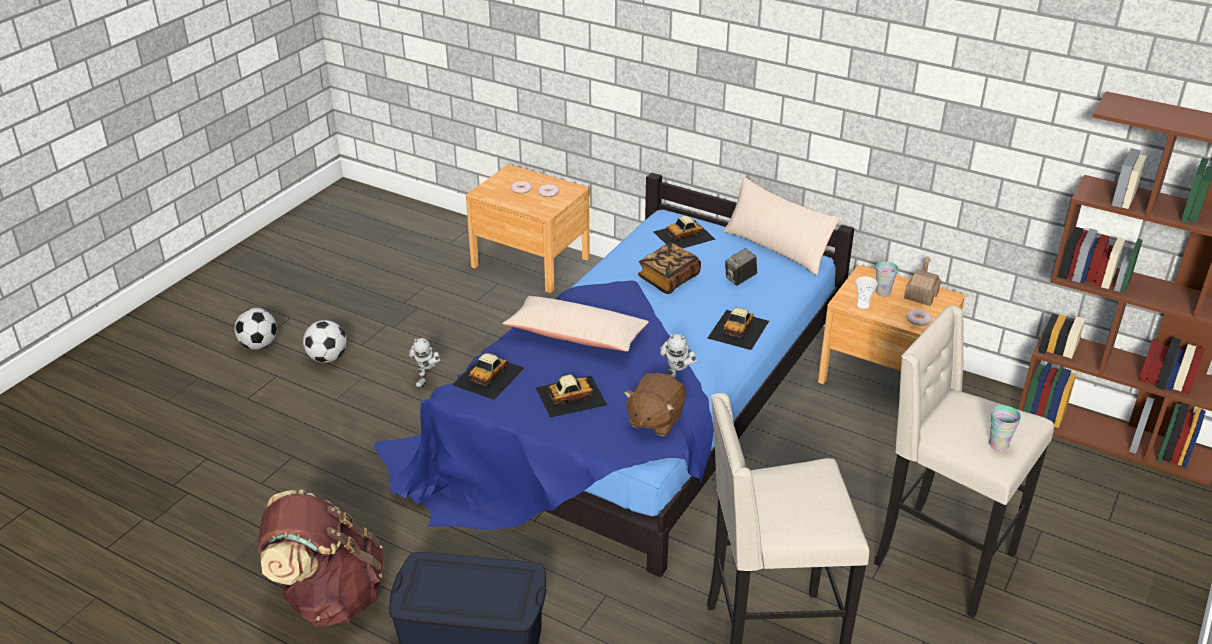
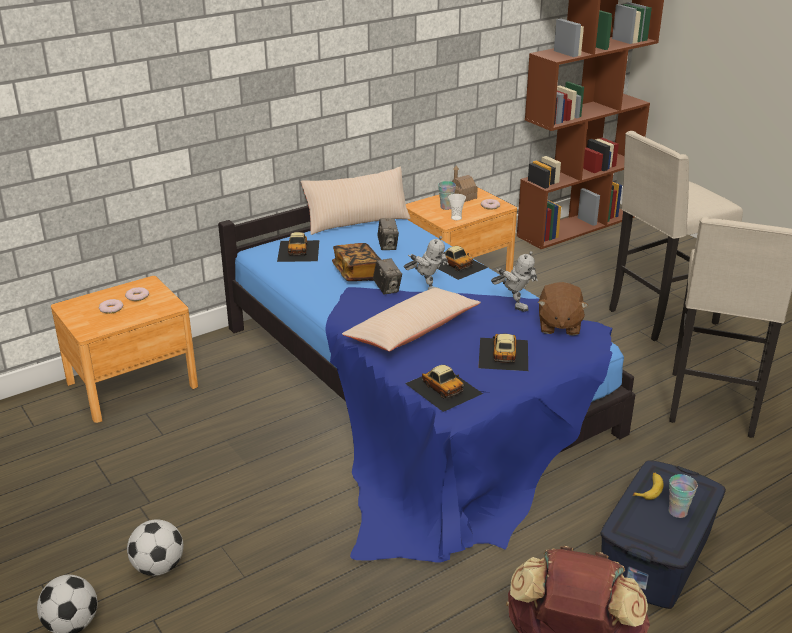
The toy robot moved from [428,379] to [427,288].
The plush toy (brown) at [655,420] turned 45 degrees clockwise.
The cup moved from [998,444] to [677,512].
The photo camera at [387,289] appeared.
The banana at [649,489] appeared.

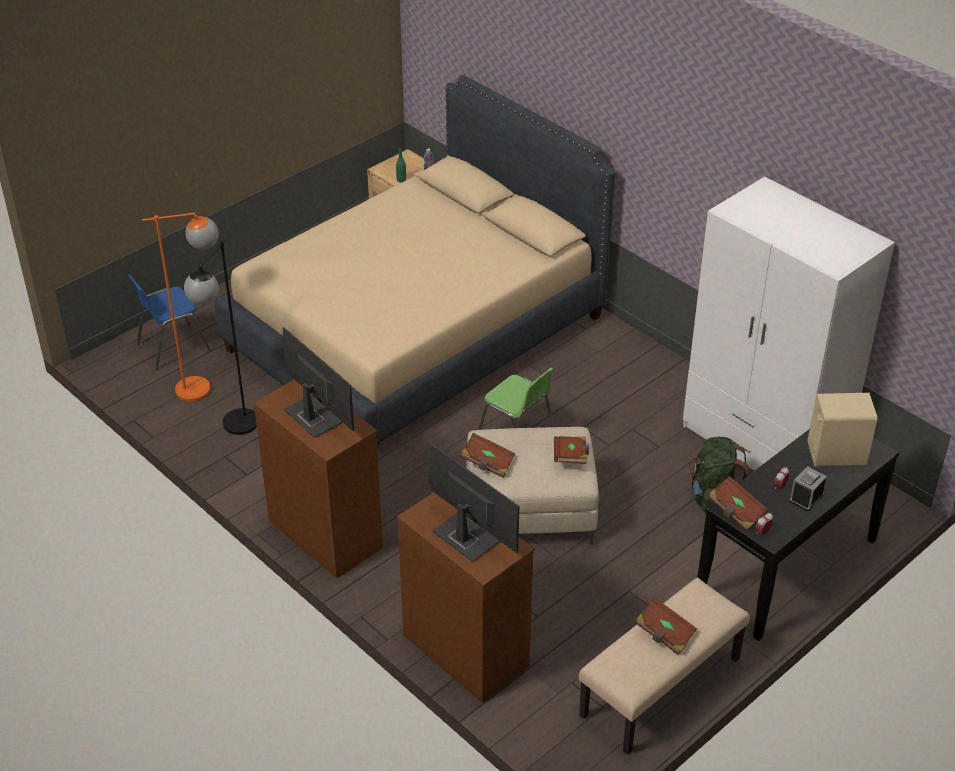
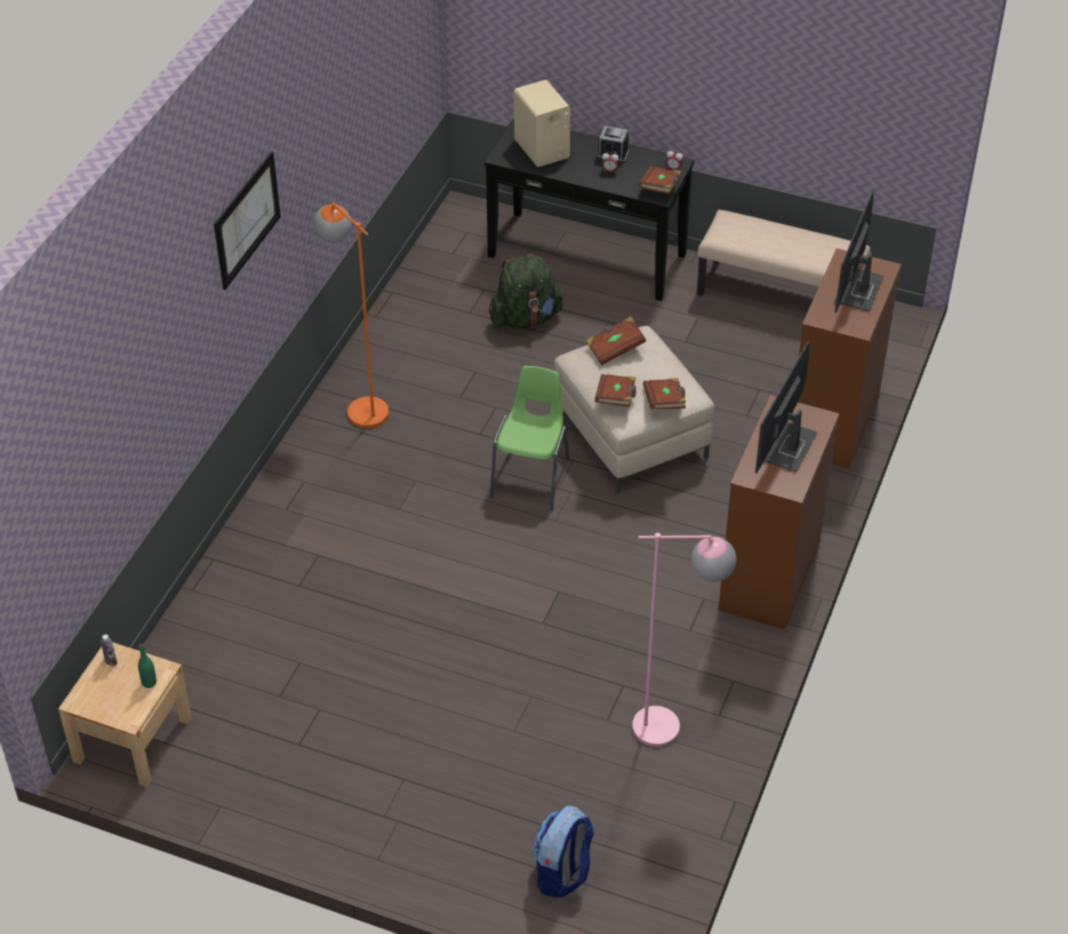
The chair (blue) at [172,347] was replaced by the backpack at [563,873].
The floor lamp (orange) moved from [206,388] to [359,405].
The floor lamp (black) at [234,431] became the floor lamp (pink) at [673,727].
The bed (beige) at [417,333] disappeared.
The book (brown) moved from [664,634] to [616,398].
The wardrobe (white) at [763,444] disappeared.
The picture at [247,220] appeared.

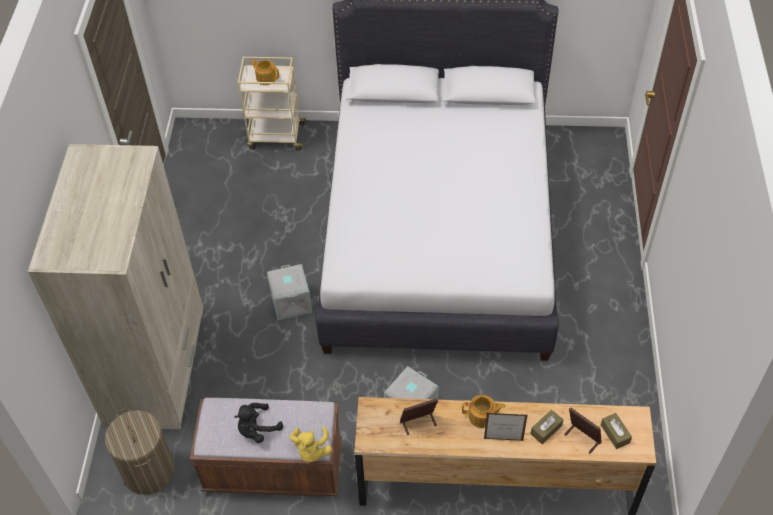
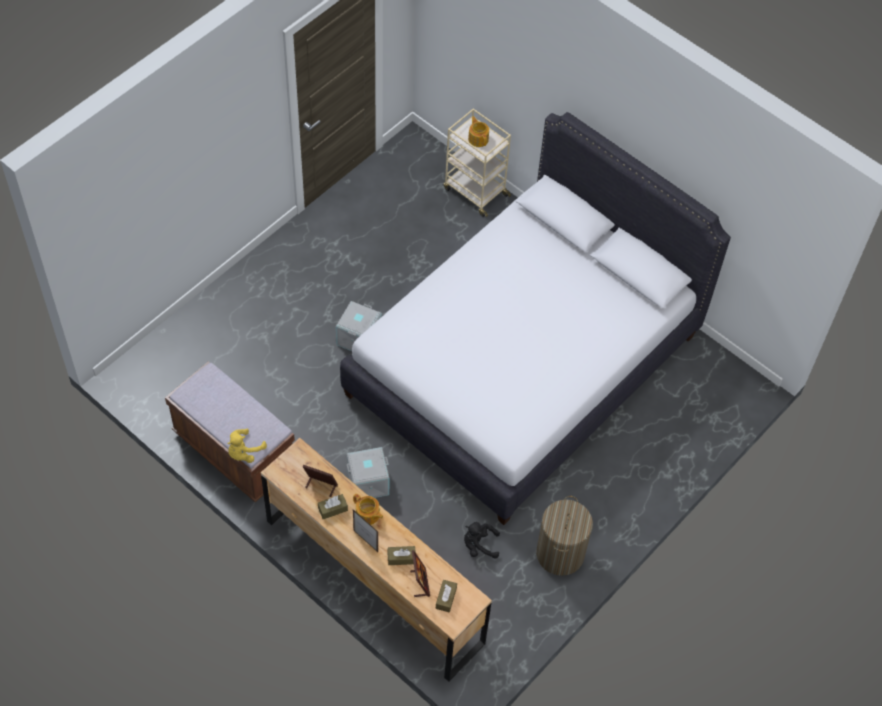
The wardrobe (beige) at [157,367] disappeared.
The laundry basket moved from [148,471] to [560,553].
The plush toy (black) moved from [257,429] to [479,545].
The tissue box (brown) at [332,509] appeared.

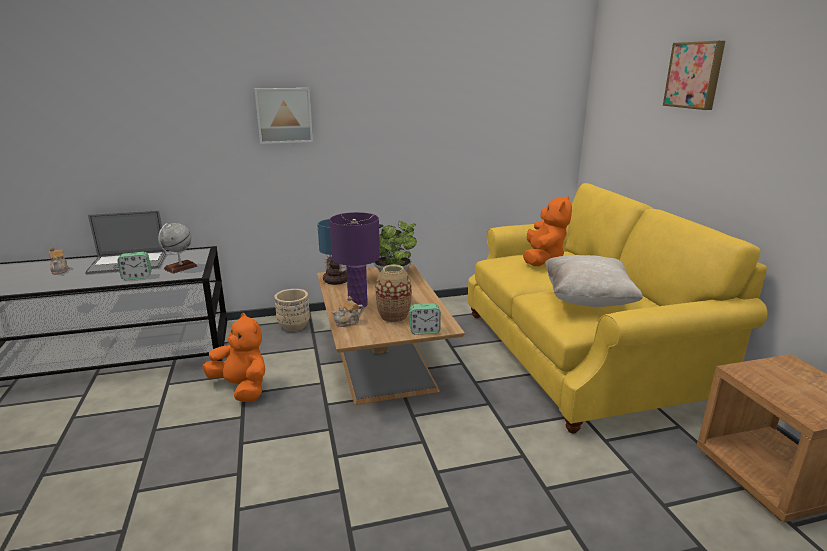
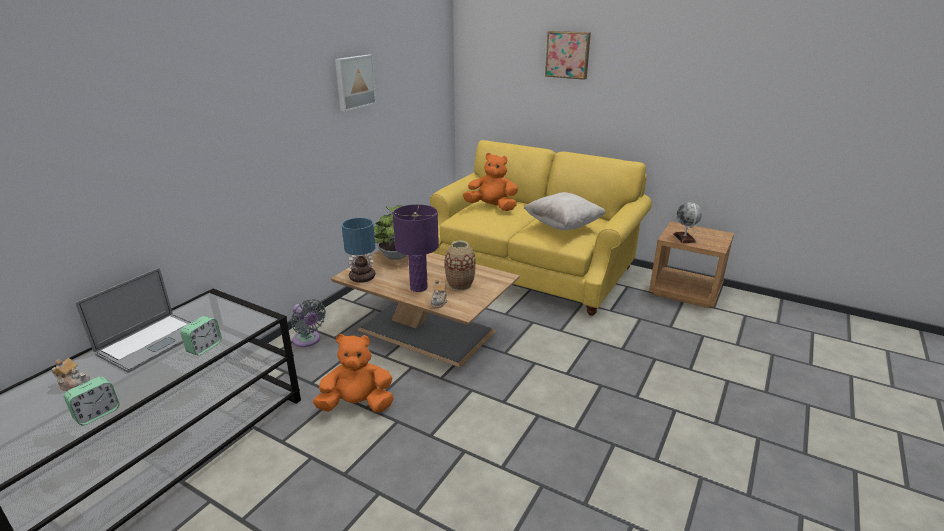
The globe moved from [180,267] to [684,238].
The picture moved from [284,115] to [354,82].
The planter (beige) at [294,326] was replaced by the fan (grey) at [308,340].
The alarm clock moved from [424,331] to [97,414].
The plush toy (orange) at [542,259] turned 45 degrees counterclockwise.

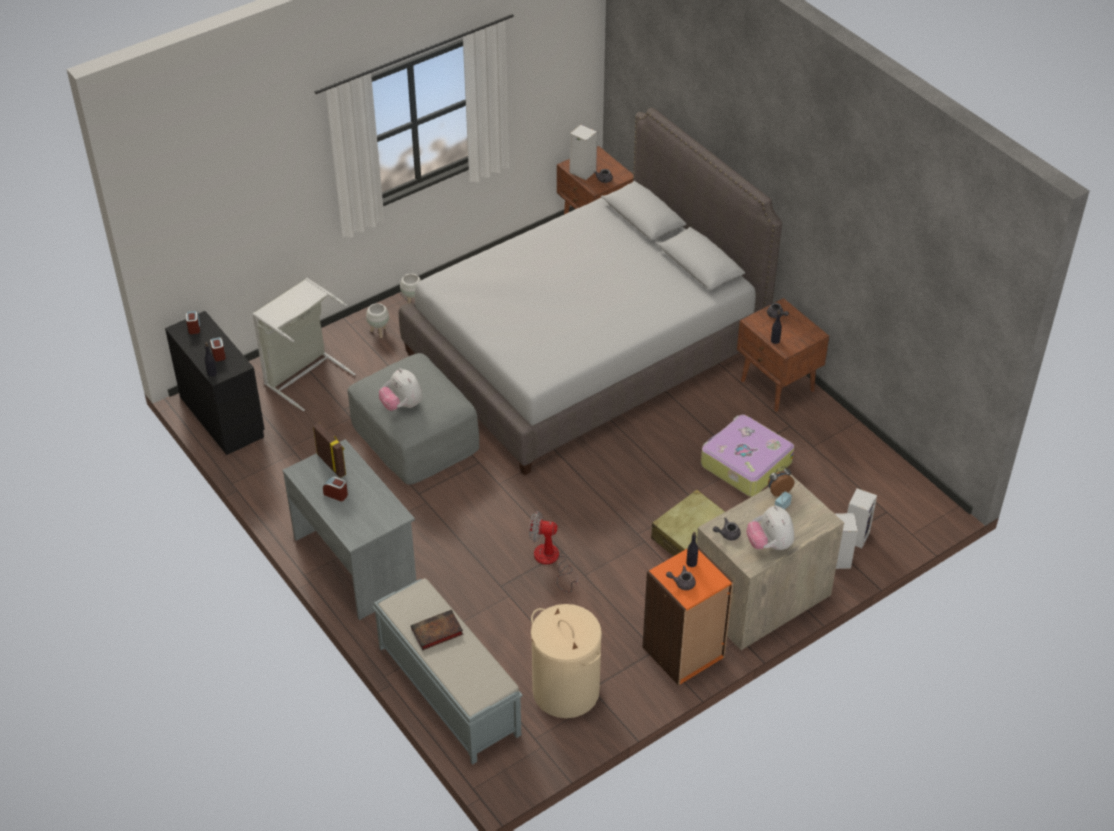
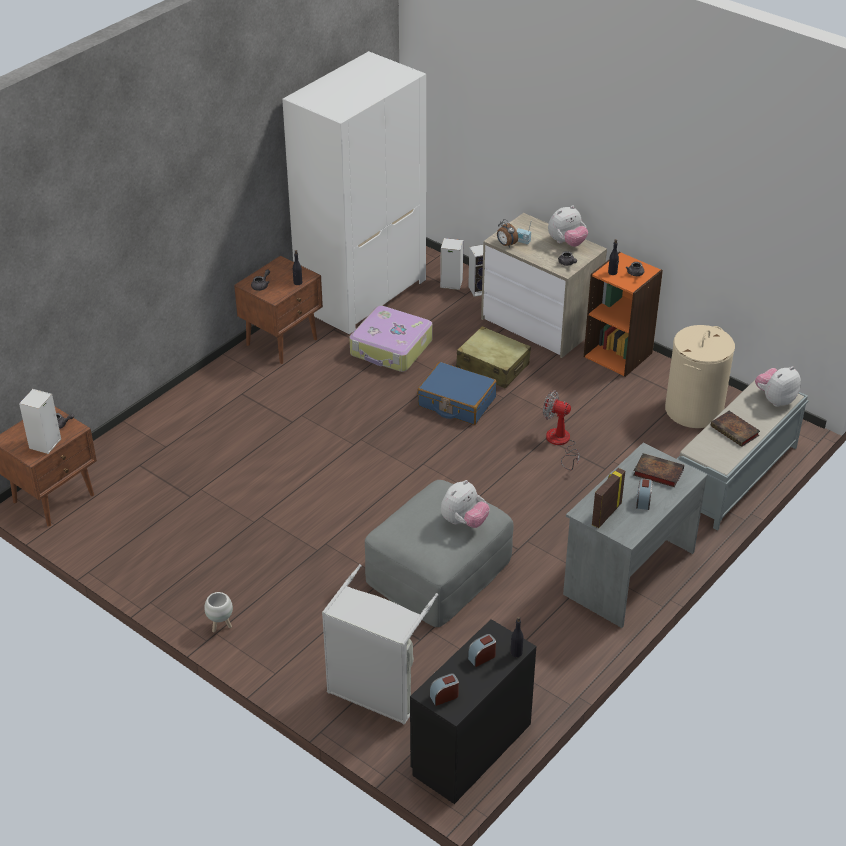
The planter (white) at [379,332] disappeared.
The bed (grey) at [586,351] disappeared.
The fan at [551,561] turned 120 degrees clockwise.
The wardrobe (white) at [361,293] appeared.
The suitcase (blue) at [456,402] appeared.
The book at [657,472] appeared.
The plush toy at [775,399] appeared.

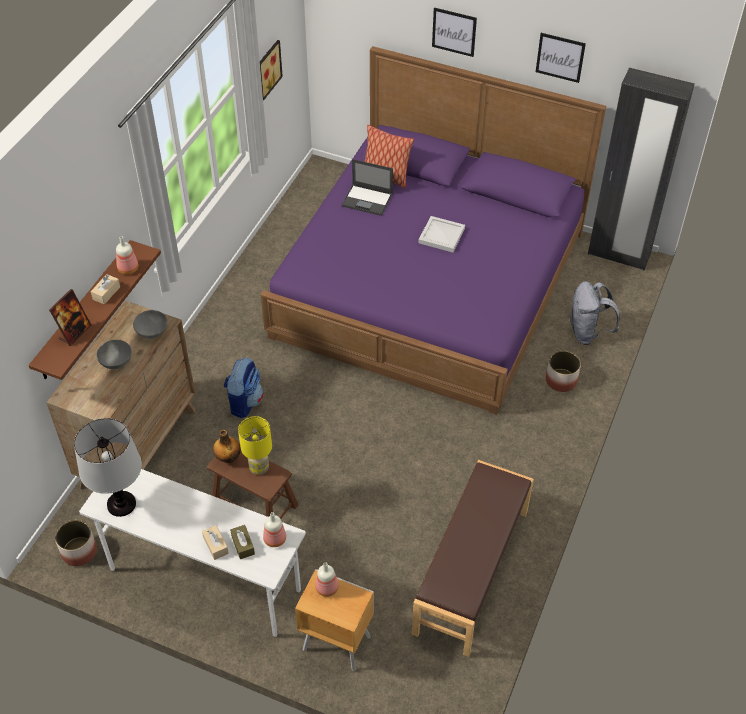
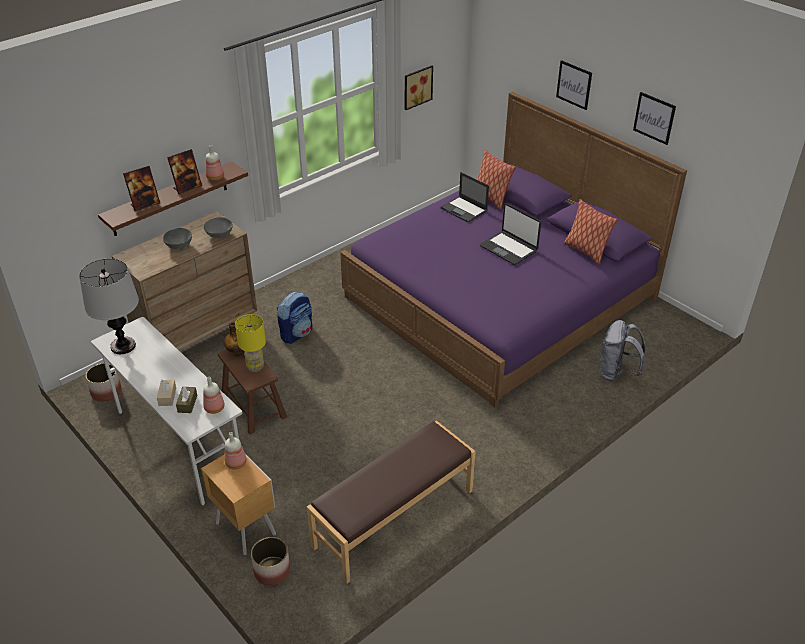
The tissue box (beige) at [106,293] was replaced by the picture frame at [187,187].
The tray (white) at [442,235] was replaced by the laptop at [509,248].
The planter moved from [561,380] to [272,571].
The wardrobe (black) at [618,255] disappeared.
The pillow at [586,251] appeared.

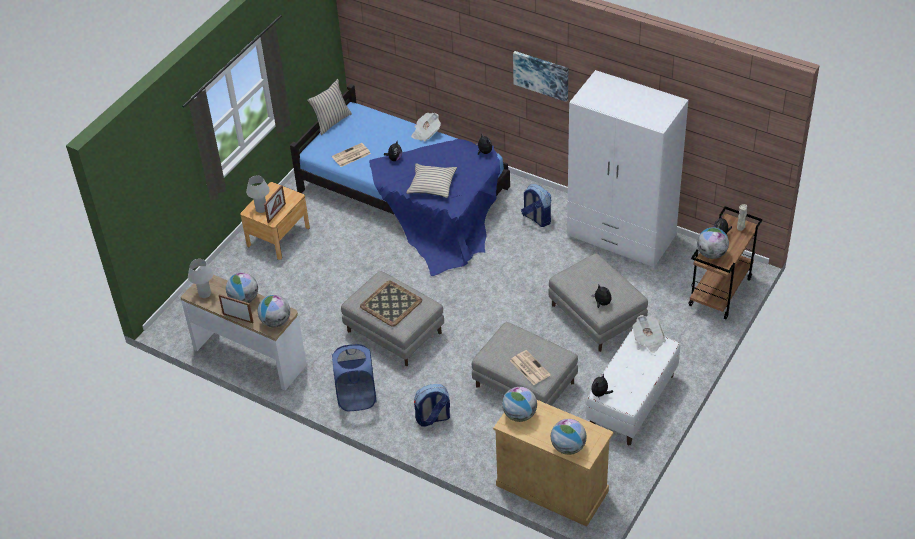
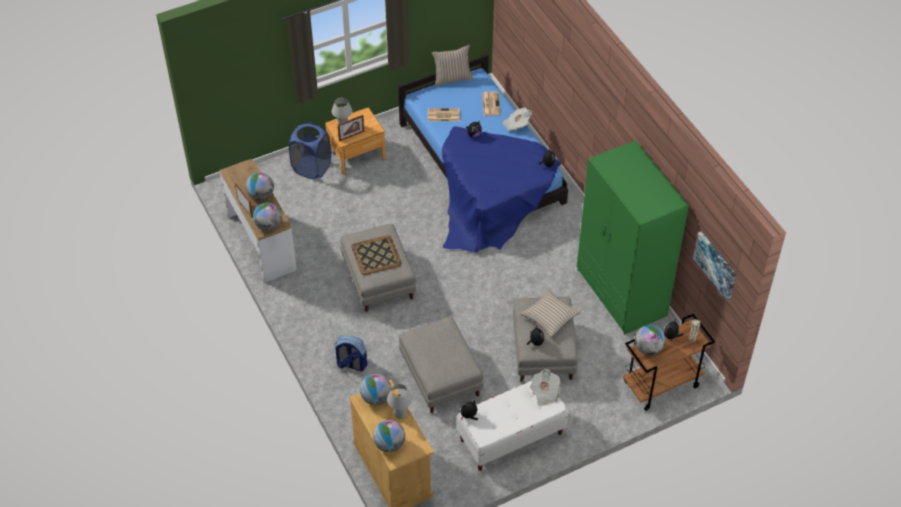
The table lamp (white) moved from [205,294] to [400,414].
The laundry basket (blue) moved from [356,397] to [311,167].
The pillow (beige) moved from [432,185] to [550,316].
The newspaper moved from [529,367] to [490,103].
The picture moved from [541,75] to [716,265].
The backpack at [536,218] disappeared.
The wardrobe (white) at [621,236] became the wardrobe (green) at [621,293].

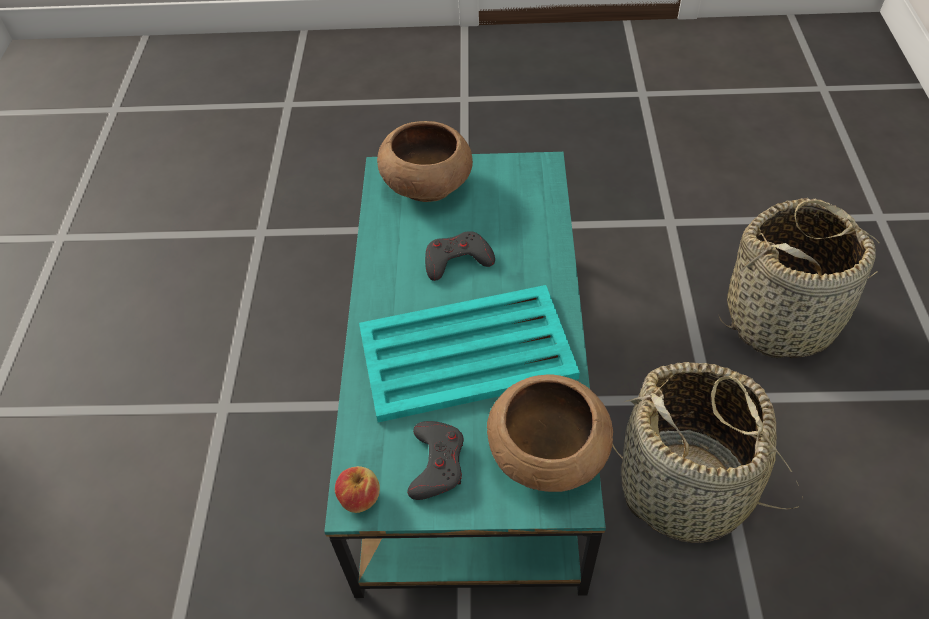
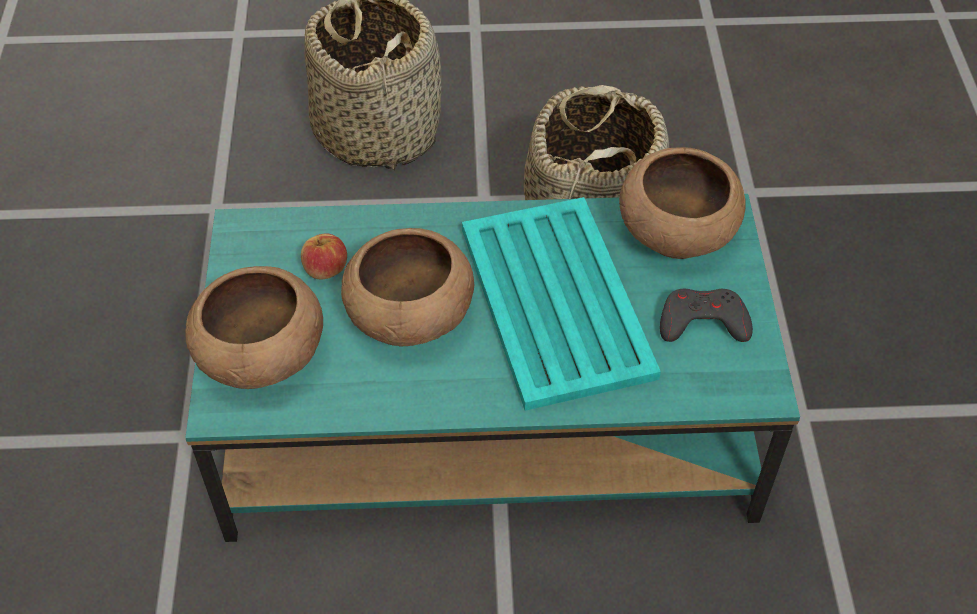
The apple moved from [359,497] to [325,269].
The game controller (grey) at [457,260] was replaced by the bowl (brown) at [408,315].

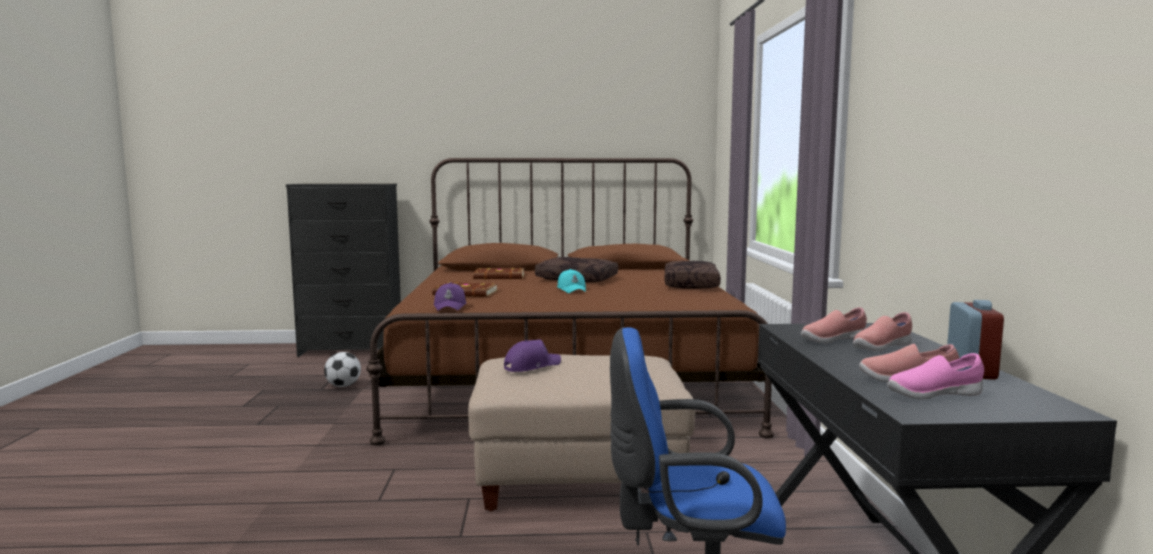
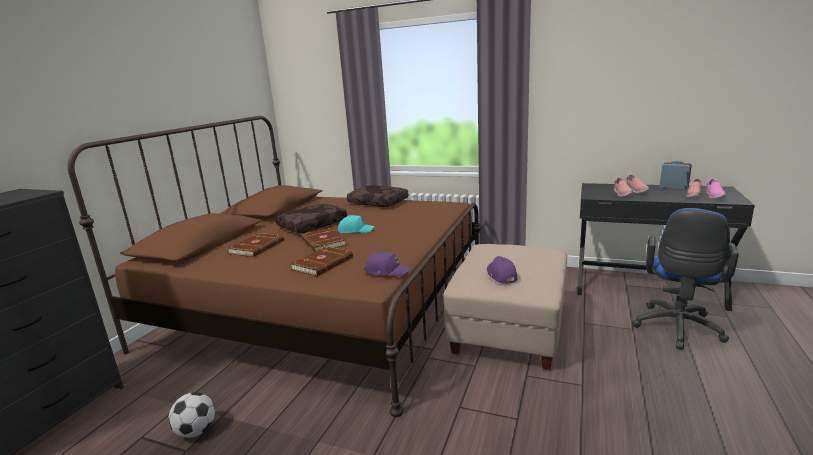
The book (brown) at [322,242] appeared.

